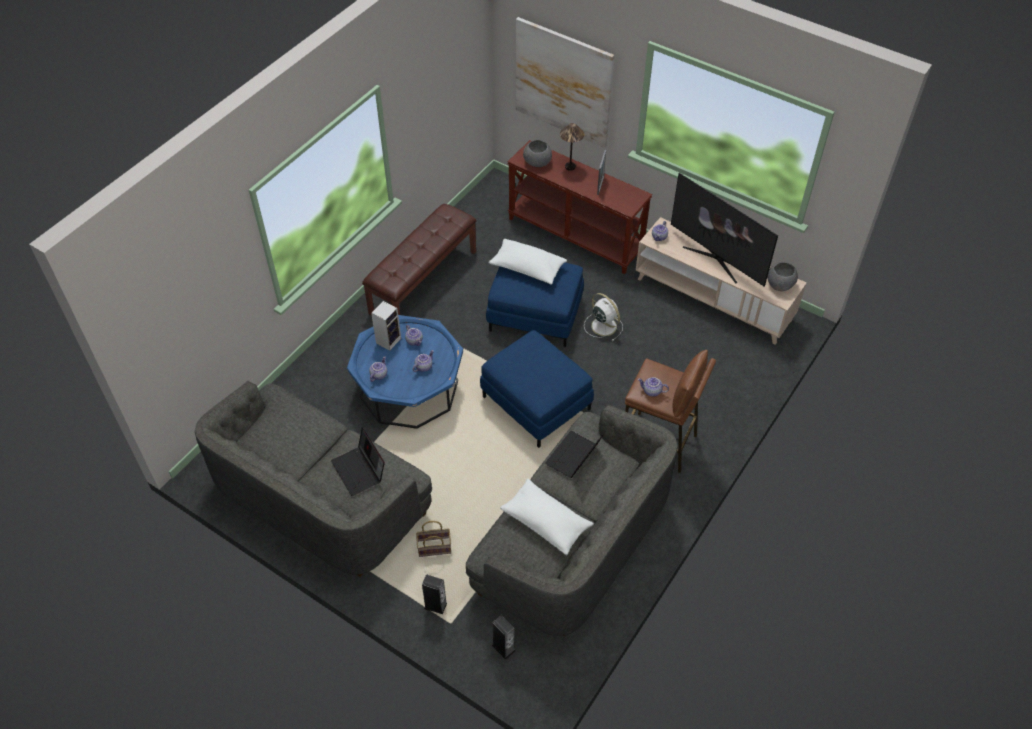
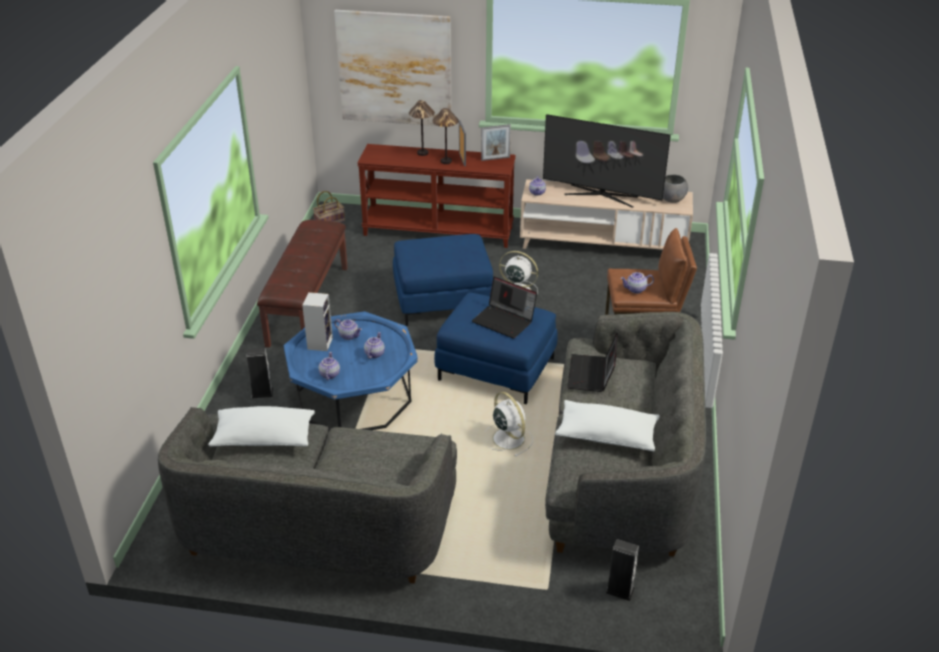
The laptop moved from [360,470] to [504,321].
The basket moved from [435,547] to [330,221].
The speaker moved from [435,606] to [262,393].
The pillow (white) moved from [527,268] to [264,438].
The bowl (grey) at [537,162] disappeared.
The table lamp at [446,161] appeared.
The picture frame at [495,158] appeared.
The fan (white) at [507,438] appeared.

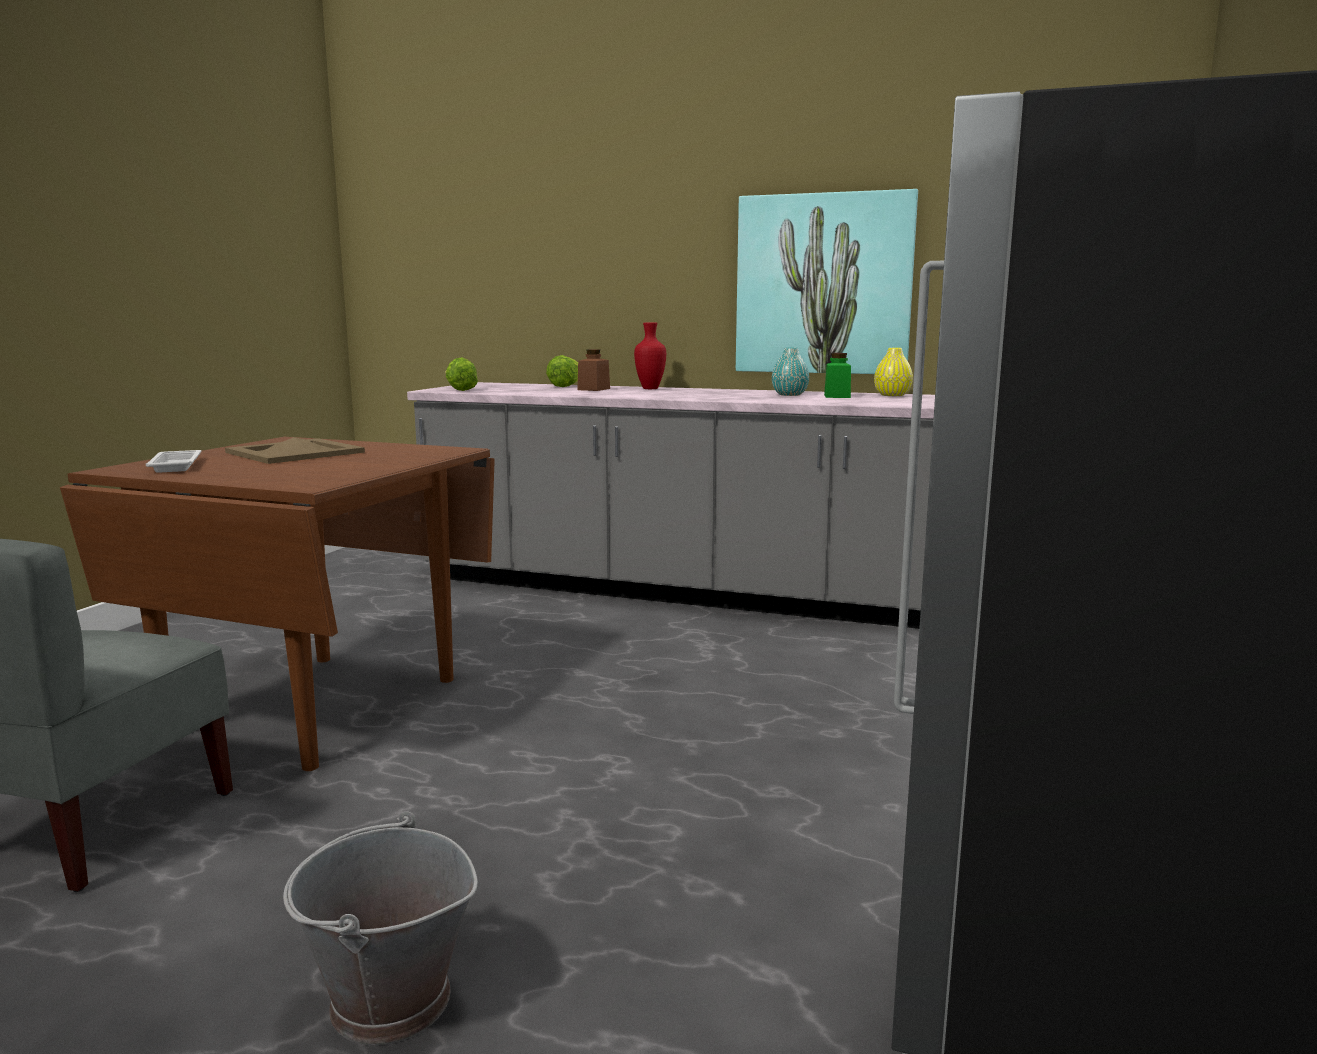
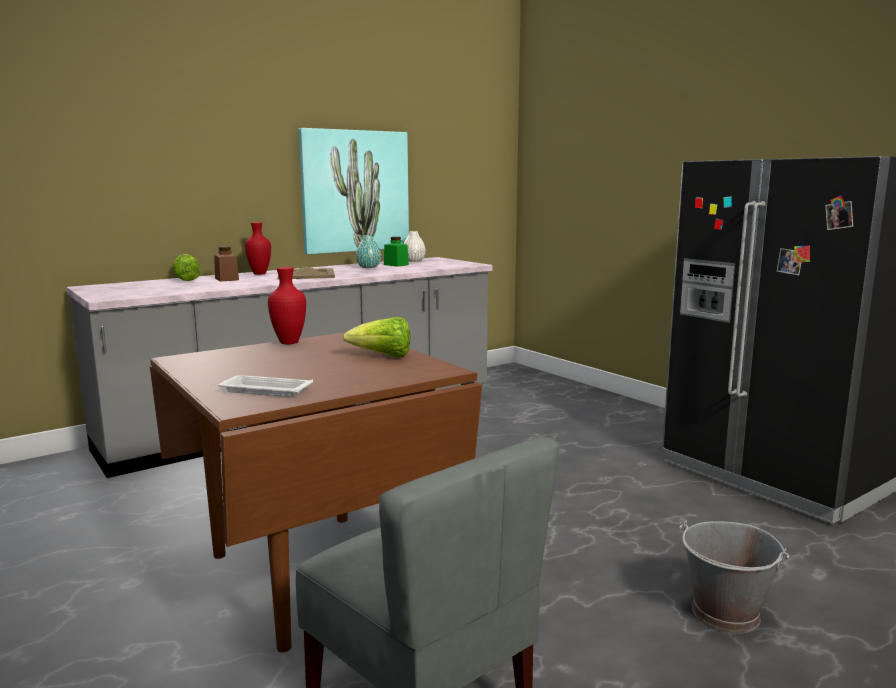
The tray (beige) moved from [295,452] to [306,275].
The lettuce moved from [459,390] to [383,356].
The vase (yellow) at [892,395] became the vase (white) at [413,261].
The vase (red) at [290,342] appeared.

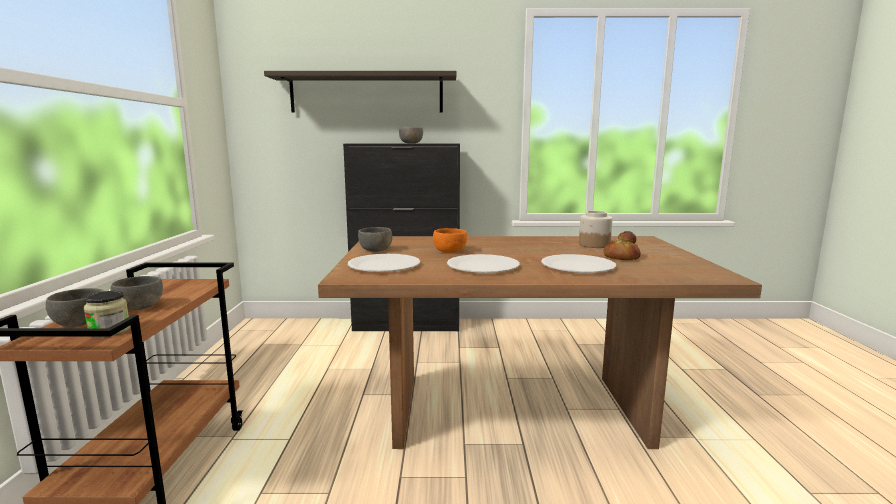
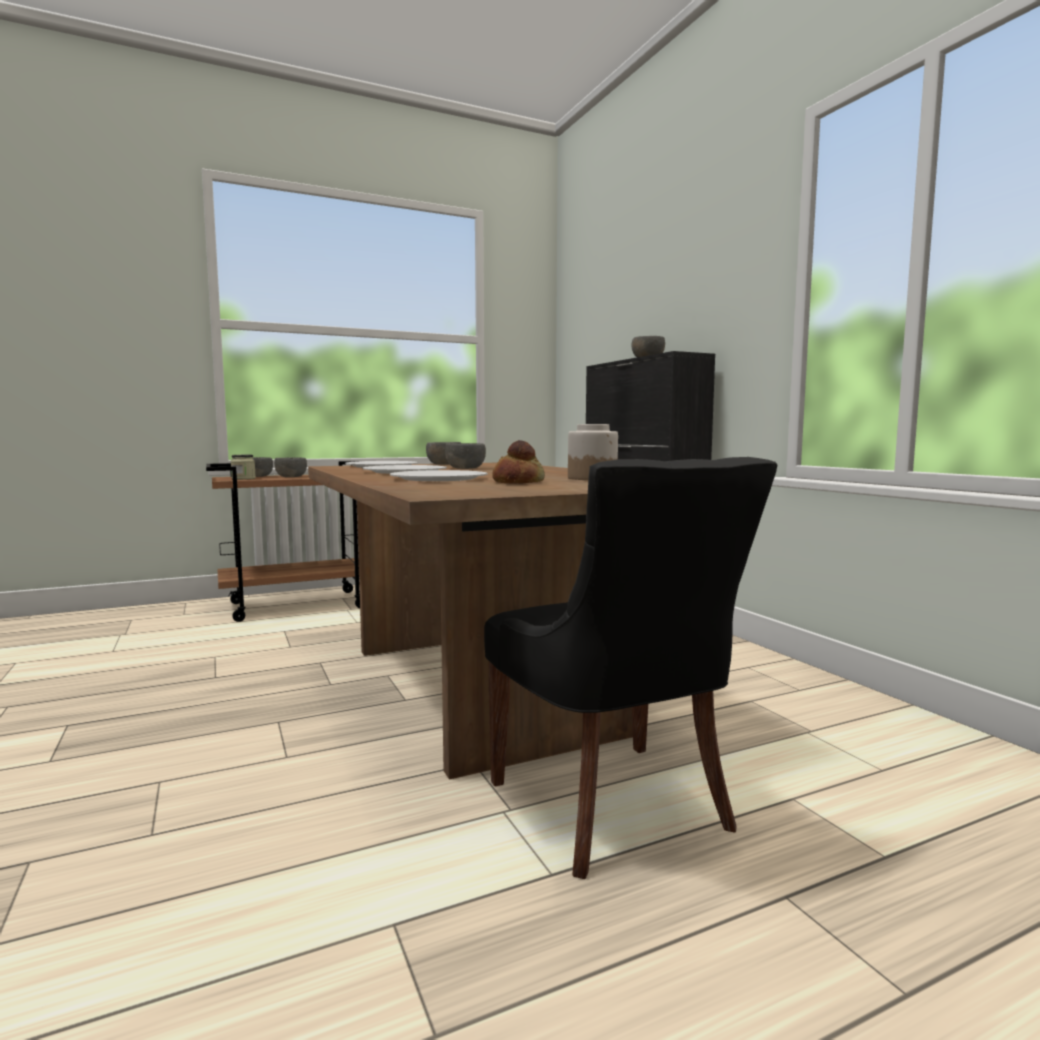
The shelf at [366,94] disappeared.
The bowl (orange) at [449,251] became the bowl (grey) at [466,468].
The chair (black) at [614,807] appeared.

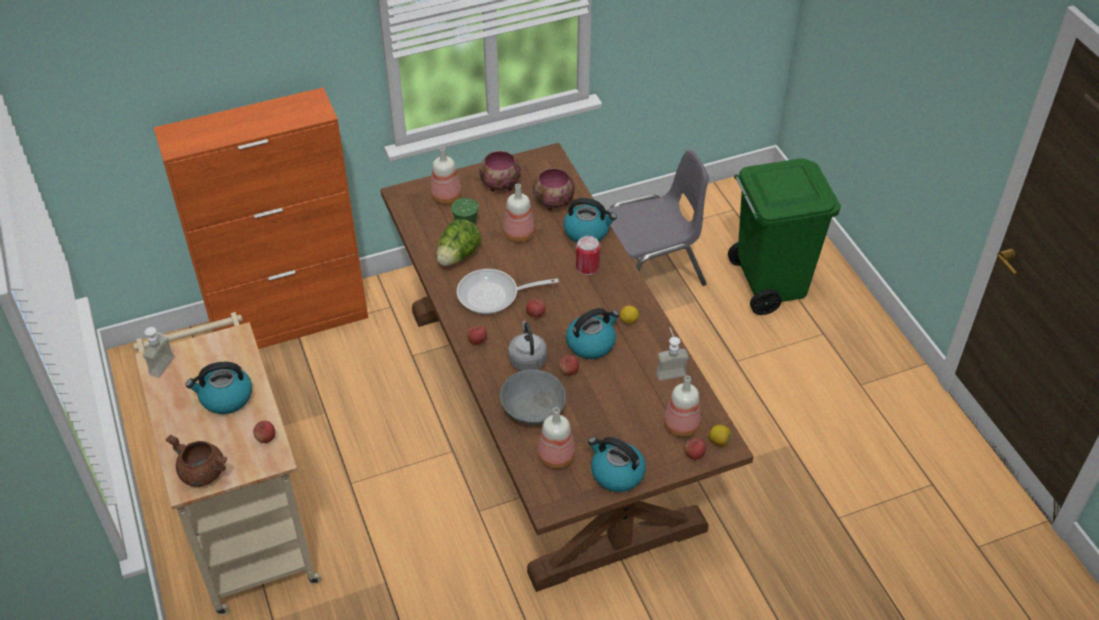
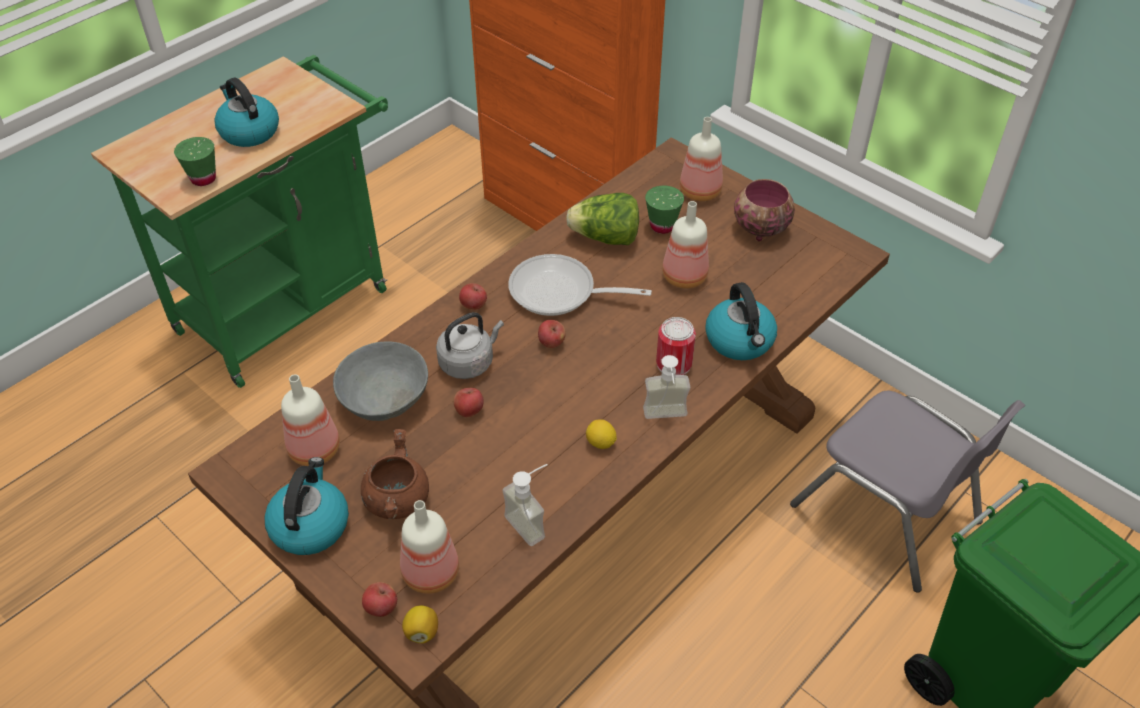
The cart (beige) at [246,522] became the cart (green) at [292,303].
The soap dispenser moved from [167,367] to [666,418].
The cooking pot (brown) moved from [202,473] to [397,500].
The apple at [266,438] was replaced by the cup (green) at [203,179].
The frying pan at [494,295] turned 45 degrees counterclockwise.
The bowl at [553,203] disappeared.
The kettle at [591,343] disappeared.

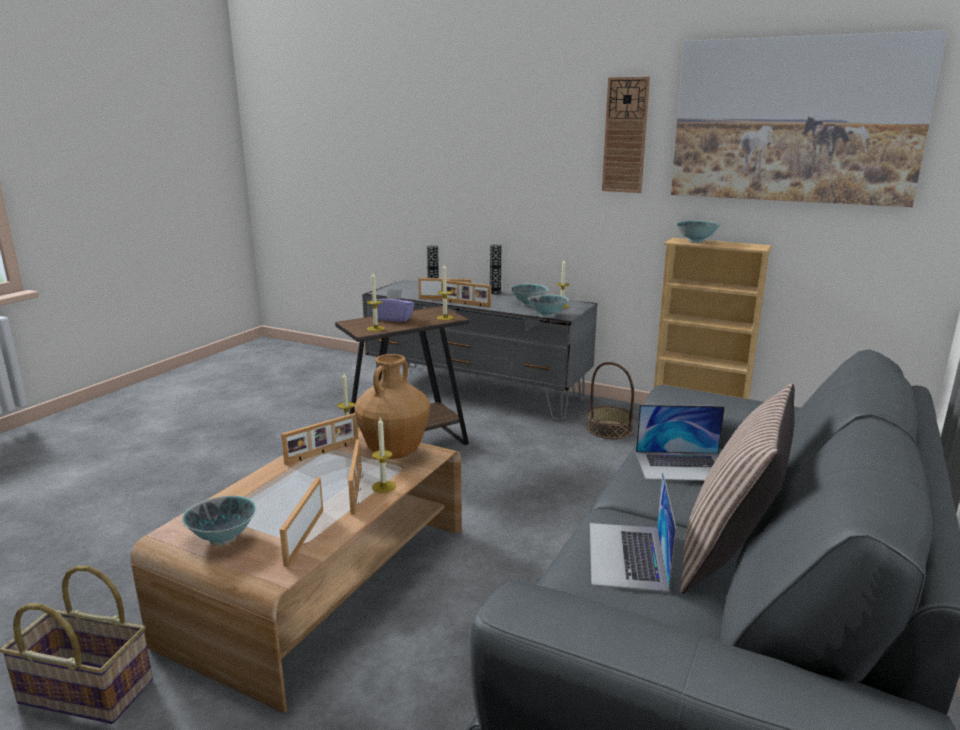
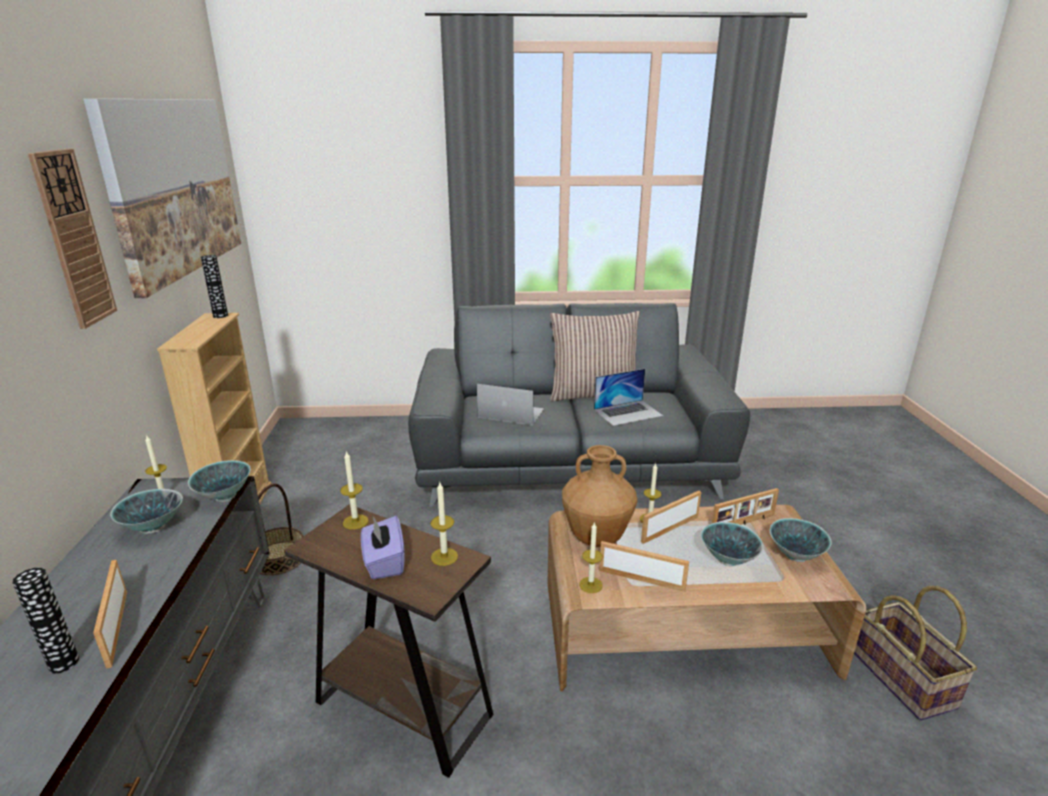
The picture frame at [465,304] disappeared.
The vase moved from [495,293] to [220,316].
The laptop at [683,466] turned 45 degrees counterclockwise.
The bowl moved from [696,241] to [727,559].

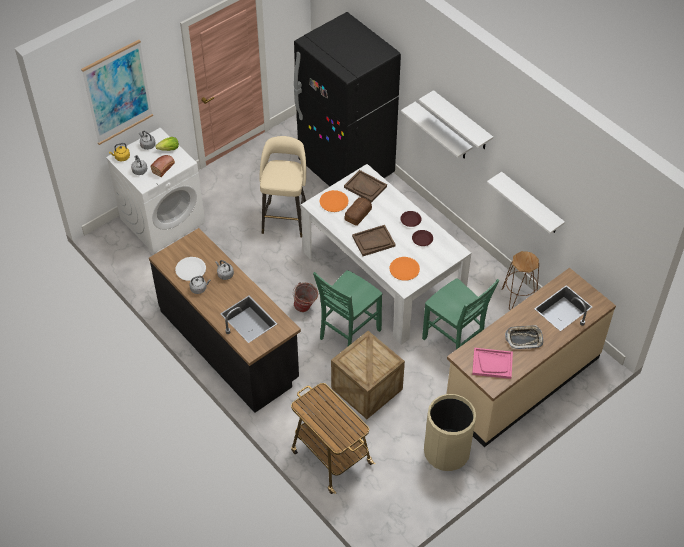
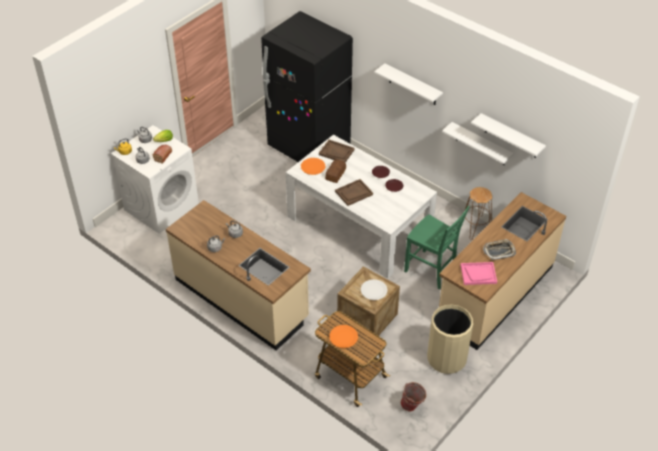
The picture at [117,92] disappeared.
The counter (black) at [229,345] became the counter (beige) at [241,299].
The plate (white) moved from [190,269] to [374,290].
The stool (beige) at [285,218] disappeared.
The bucket moved from [305,308] to [412,406].
The chair (green) at [348,334] disappeared.
The plate (orange) moved from [404,269] to [343,337].
The shelf (white) moved from [442,131] to [511,136].

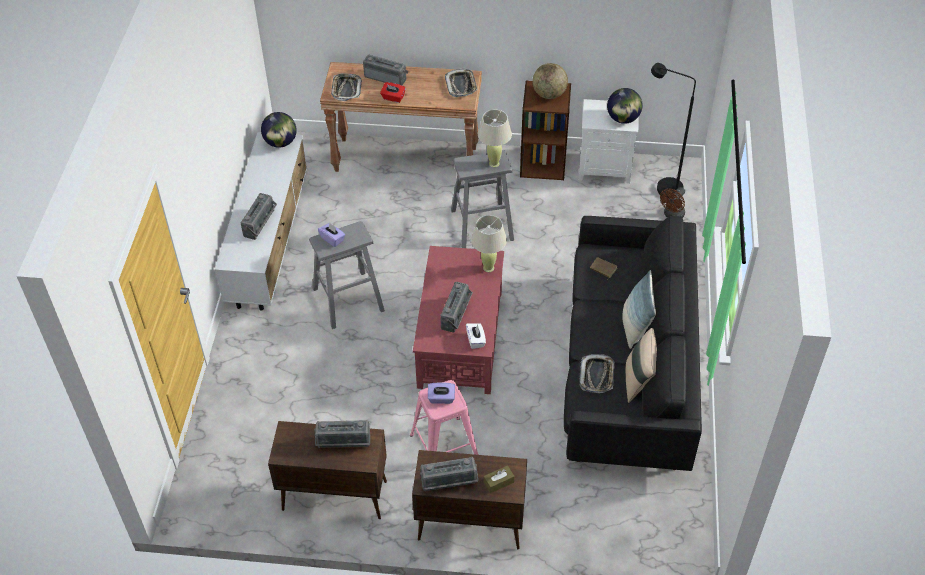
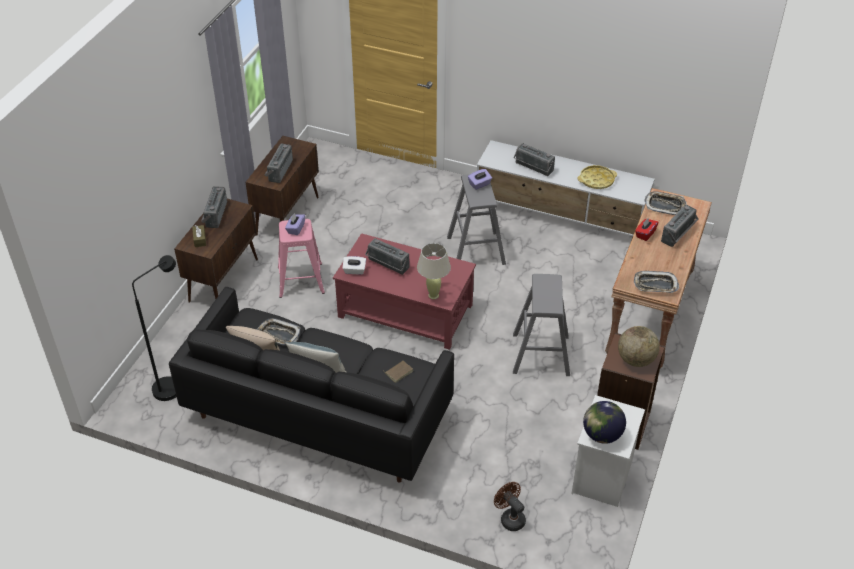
The globe at [280,143] disappeared.
The table lamp (beige) at [494,163] disappeared.
The floor lamp (black) moved from [662,187] to [173,385].
The tray (yellow) at [596,180] appeared.

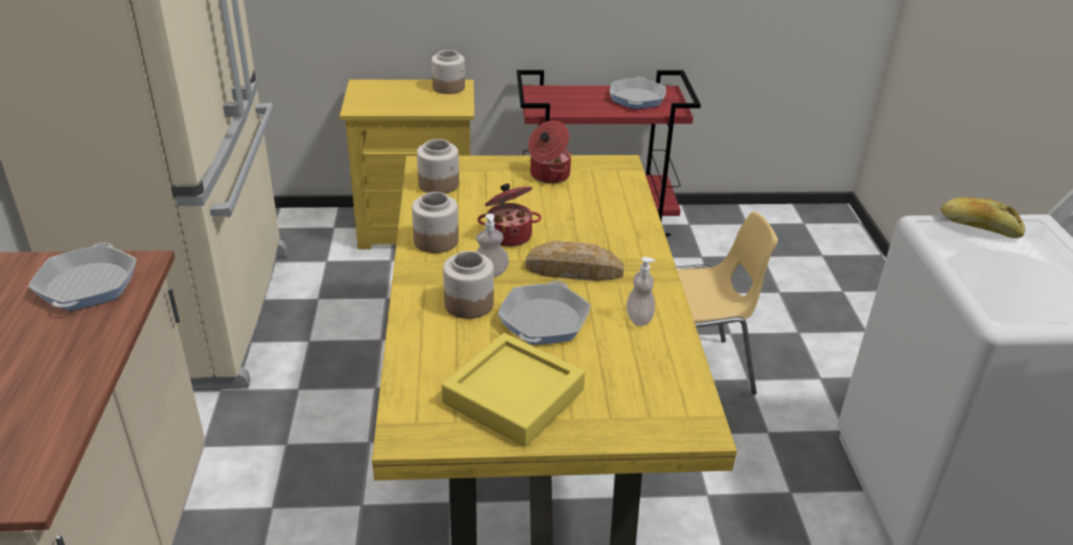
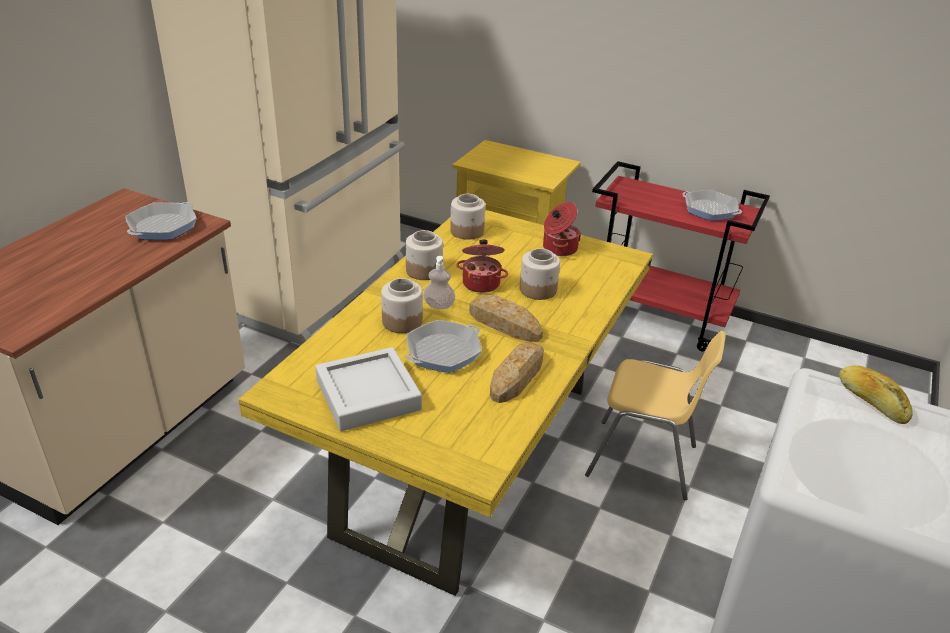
The jar moved from [449,87] to [538,290].
The tray (yellow) at [513,396] became the tray (grey) at [368,395].
The frying pan at [637,98] turned 90 degrees clockwise.
The soap dispenser at [639,318] was replaced by the bread at [517,376].

